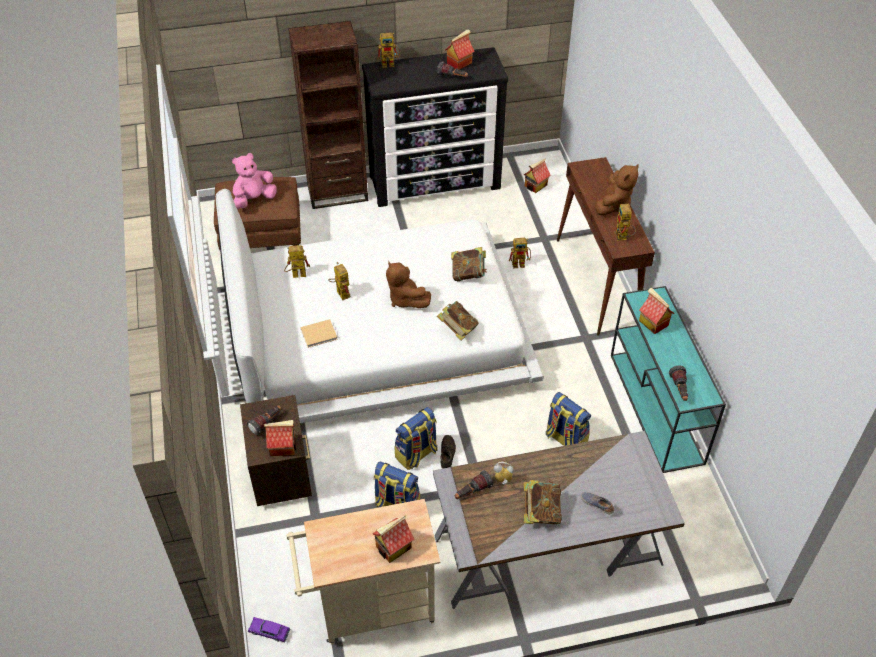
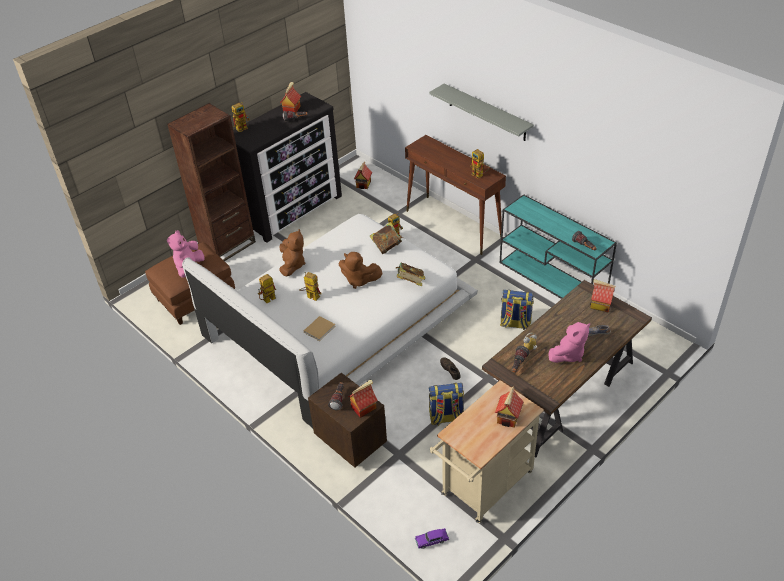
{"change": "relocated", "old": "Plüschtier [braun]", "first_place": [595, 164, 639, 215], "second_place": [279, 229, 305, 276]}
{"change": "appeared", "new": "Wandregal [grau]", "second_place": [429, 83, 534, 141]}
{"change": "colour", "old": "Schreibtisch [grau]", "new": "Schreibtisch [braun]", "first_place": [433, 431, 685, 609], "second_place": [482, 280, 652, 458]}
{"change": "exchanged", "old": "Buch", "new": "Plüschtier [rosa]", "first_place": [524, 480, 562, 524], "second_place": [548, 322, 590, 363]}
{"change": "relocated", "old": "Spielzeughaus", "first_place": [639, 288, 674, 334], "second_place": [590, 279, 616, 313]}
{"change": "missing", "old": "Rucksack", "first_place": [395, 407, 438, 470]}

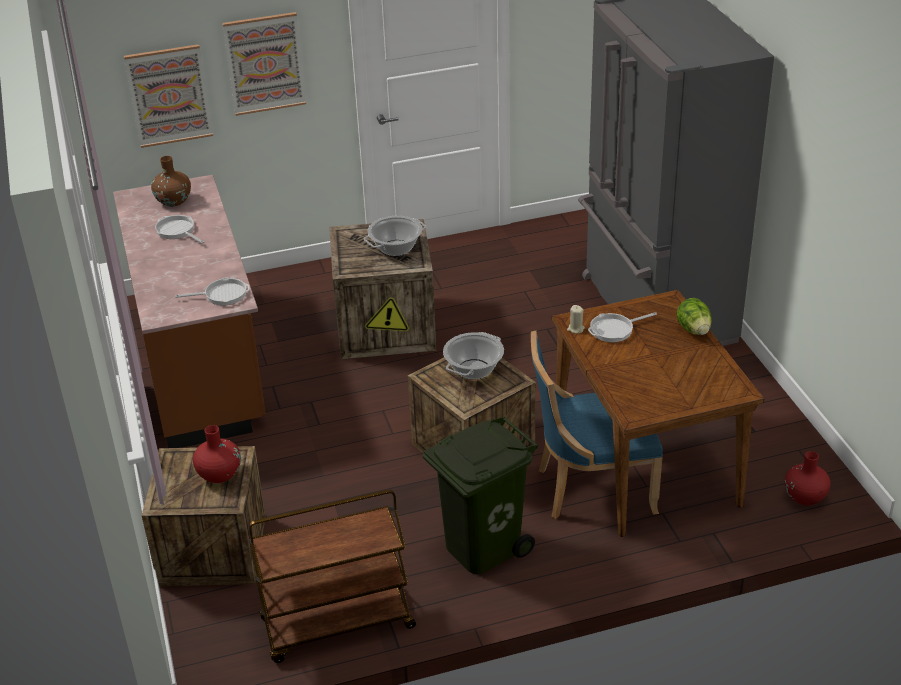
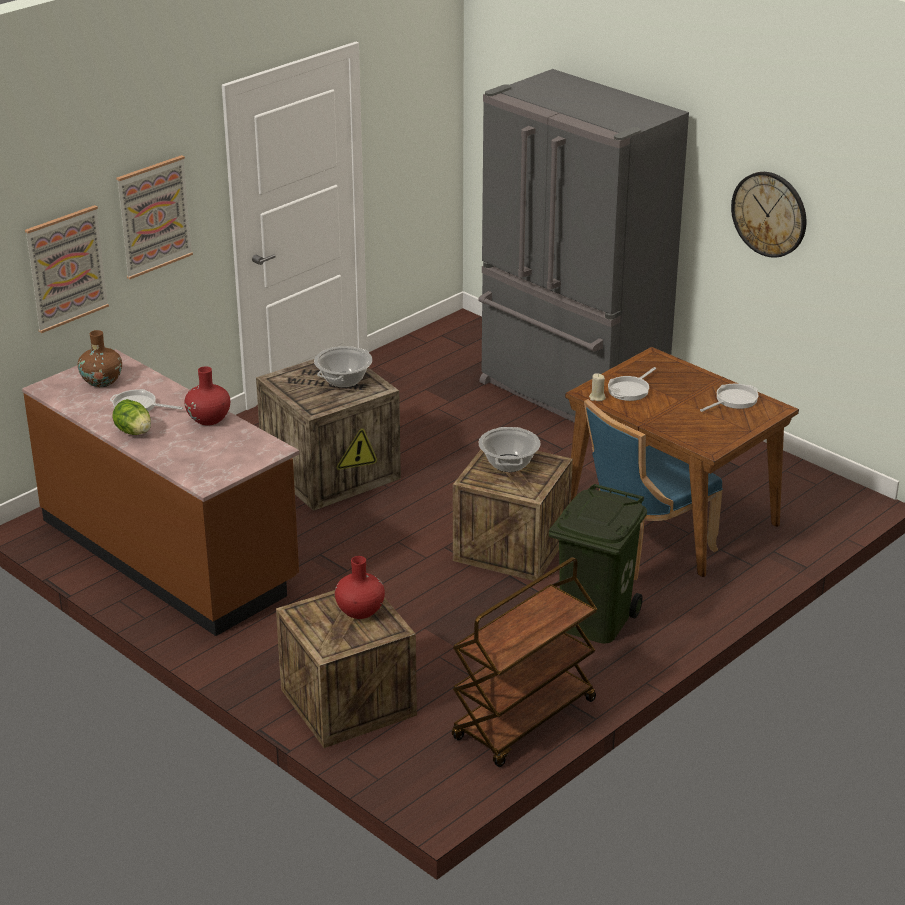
{"change": "relocated", "old": "Salatkopf", "first_place": [677, 298, 712, 335], "second_place": [112, 399, 151, 435]}
{"change": "relocated", "old": "Vase [rot]", "first_place": [784, 451, 830, 505], "second_place": [184, 366, 230, 425]}
{"change": "relocated", "old": "Pfanne", "first_place": [175, 277, 250, 306], "second_place": [700, 384, 759, 412]}
{"change": "appeared", "new": "Wanduhr", "second_place": [731, 172, 806, 258]}

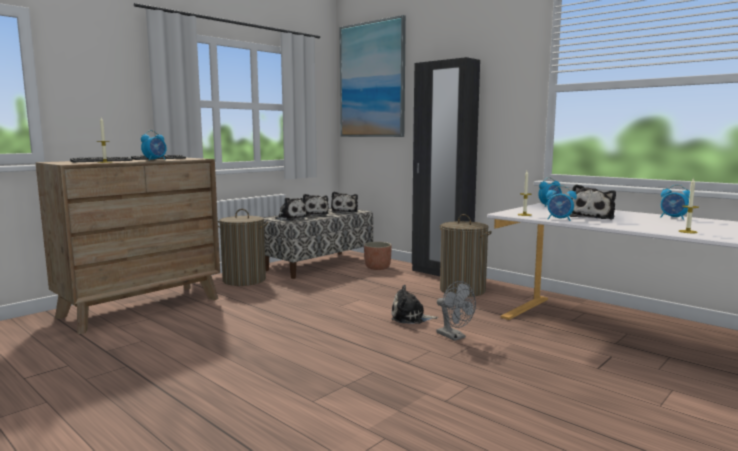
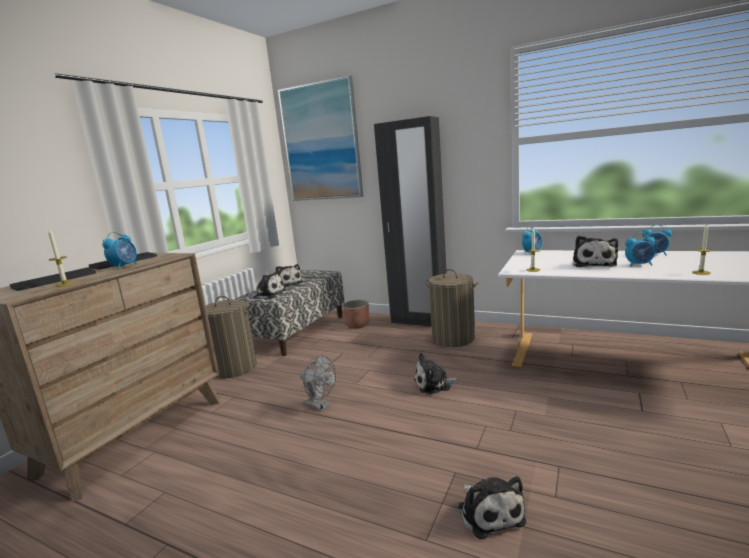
{"change": "relocated", "old": "Ventilator [grau]", "first_place": [436, 281, 476, 341], "second_place": [300, 355, 336, 412]}
{"change": "relocated", "old": "Plüschtier", "first_place": [331, 191, 358, 213], "second_place": [458, 476, 526, 539]}
{"change": "relocated", "old": "Wecker", "first_place": [547, 185, 577, 221], "second_place": [625, 233, 656, 267]}

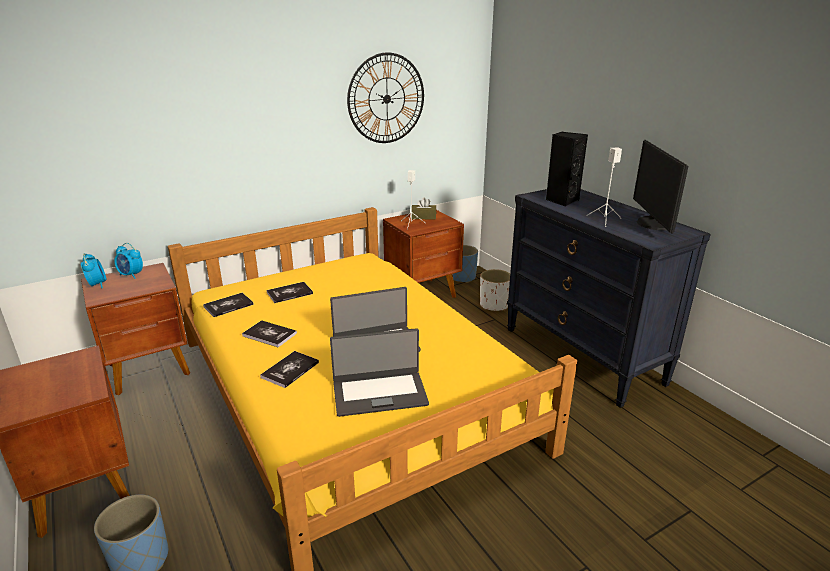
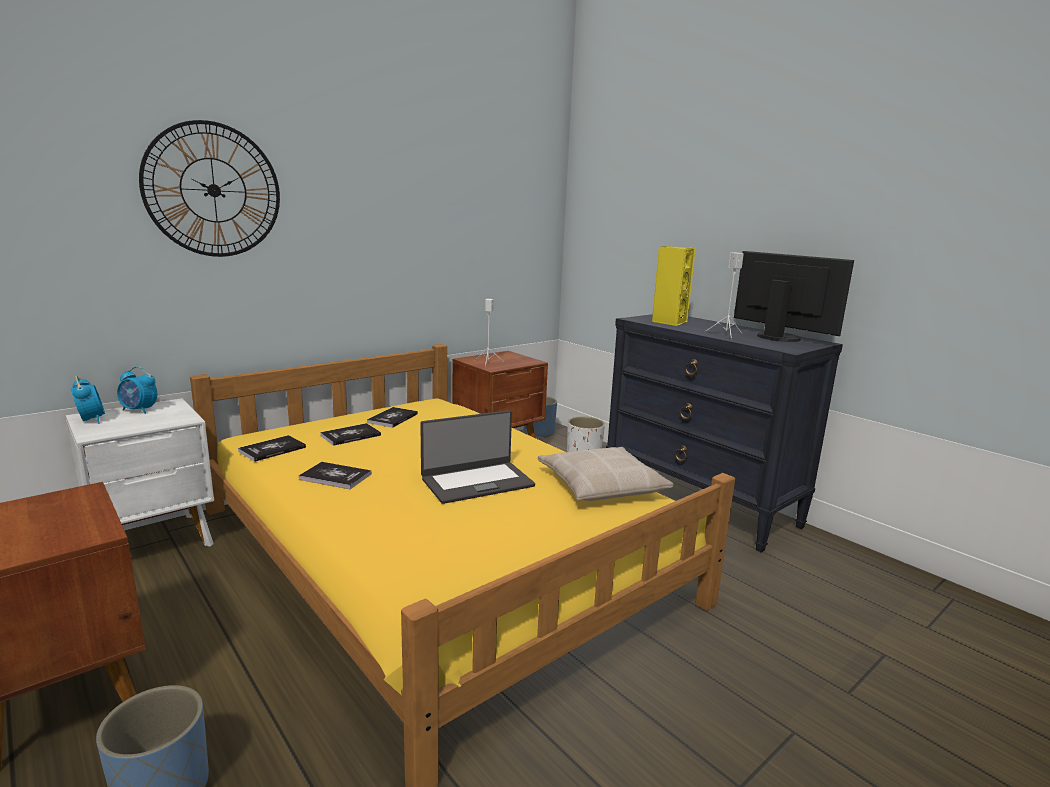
{"change": "colour", "old": "Nachttisch [braun]", "new": "Nachttisch [weiß]", "first_place": [81, 263, 190, 395], "second_place": [66, 398, 214, 547]}
{"change": "relocated", "old": "Wanduhr", "first_place": [347, 53, 424, 143], "second_place": [139, 120, 280, 257]}
{"change": "relocated", "old": "Buch", "first_place": [260, 351, 319, 388], "second_place": [367, 407, 418, 428]}
{"change": "appeared", "new": "Kissen [beige]", "second_place": [538, 447, 673, 501]}
{"change": "colour", "old": "Lautsprecher [schwarz]", "new": "Lautsprecher [gelb]", "first_place": [546, 132, 588, 207], "second_place": [652, 246, 696, 326]}
{"change": "spun", "old": "Monitor", "first_place": [633, 140, 688, 233], "second_place": [734, 251, 854, 342], "degrees": 150}
{"change": "missing", "old": "Laptop", "first_place": [330, 328, 429, 417]}
{"change": "missing", "old": "Taschentuchbox [braun]", "first_place": [412, 198, 436, 220]}

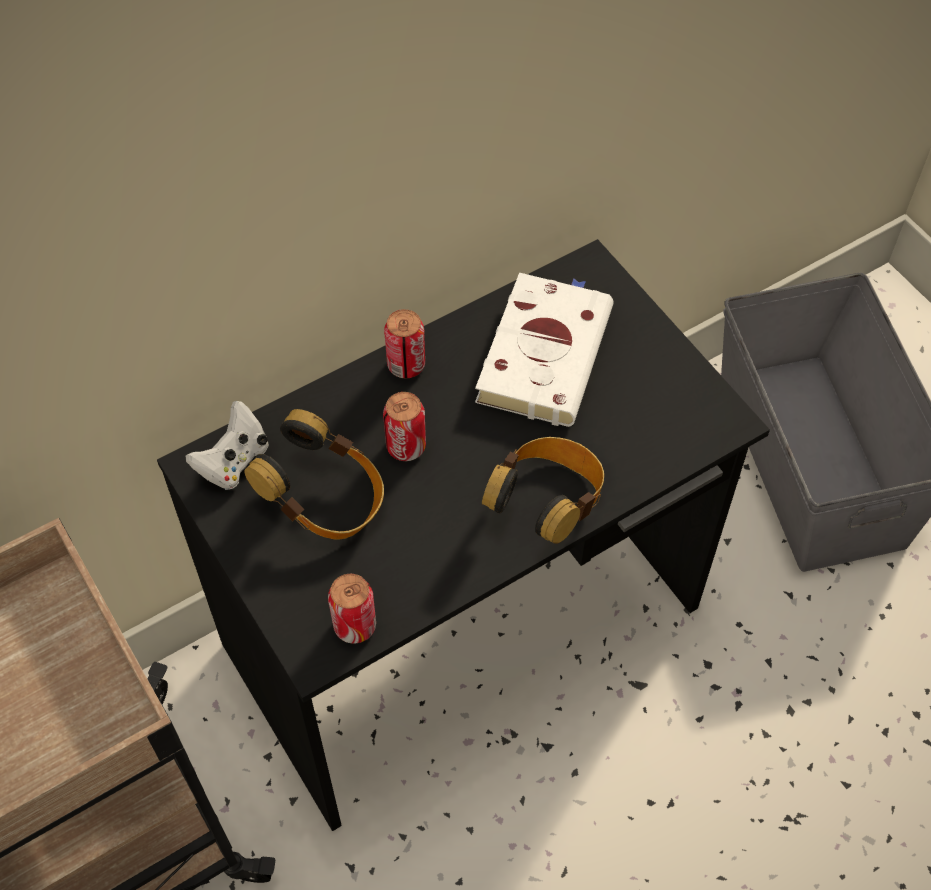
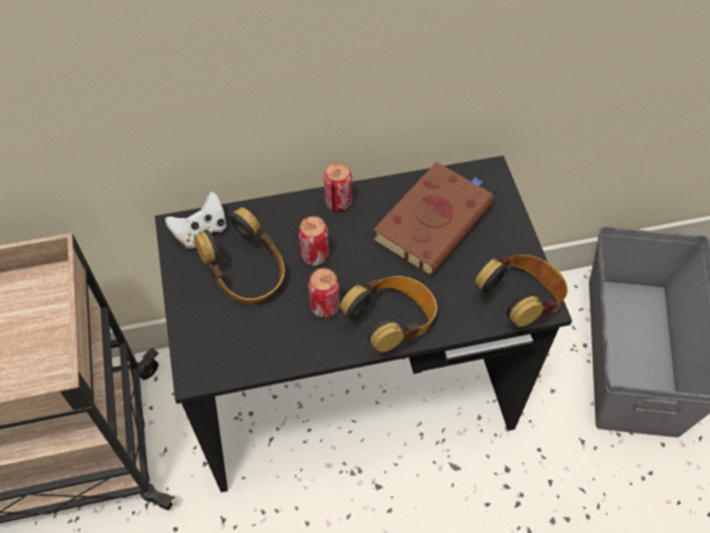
{"change": "relocated", "old": "Dose", "first_place": [328, 574, 376, 644], "second_place": [308, 268, 340, 318]}
{"change": "colour", "old": "Buch [weiß]", "new": "Buch [braun]", "first_place": [475, 272, 614, 427], "second_place": [373, 162, 494, 275]}
{"change": "appeared", "new": "Kopfhörer", "second_place": [474, 255, 568, 327]}

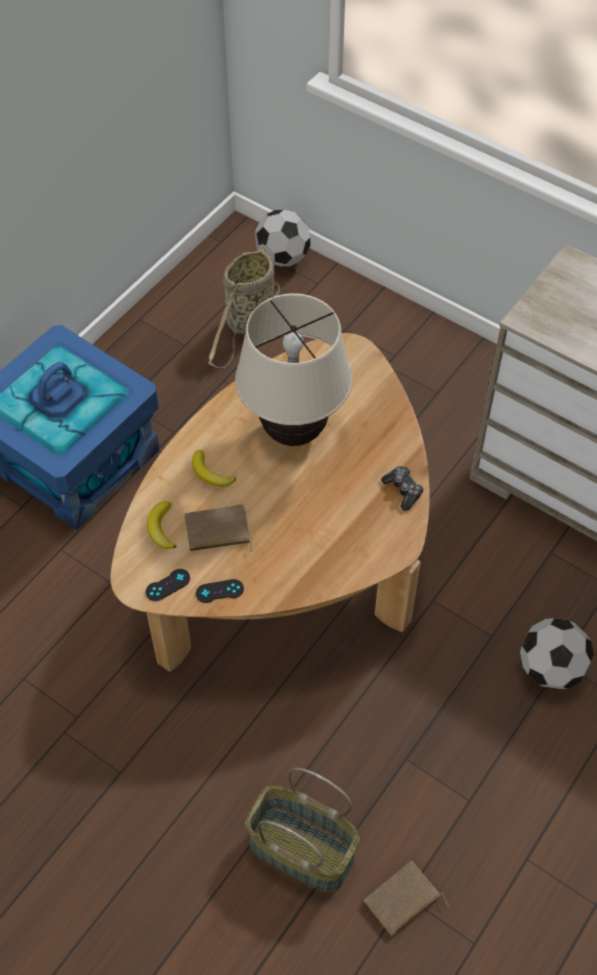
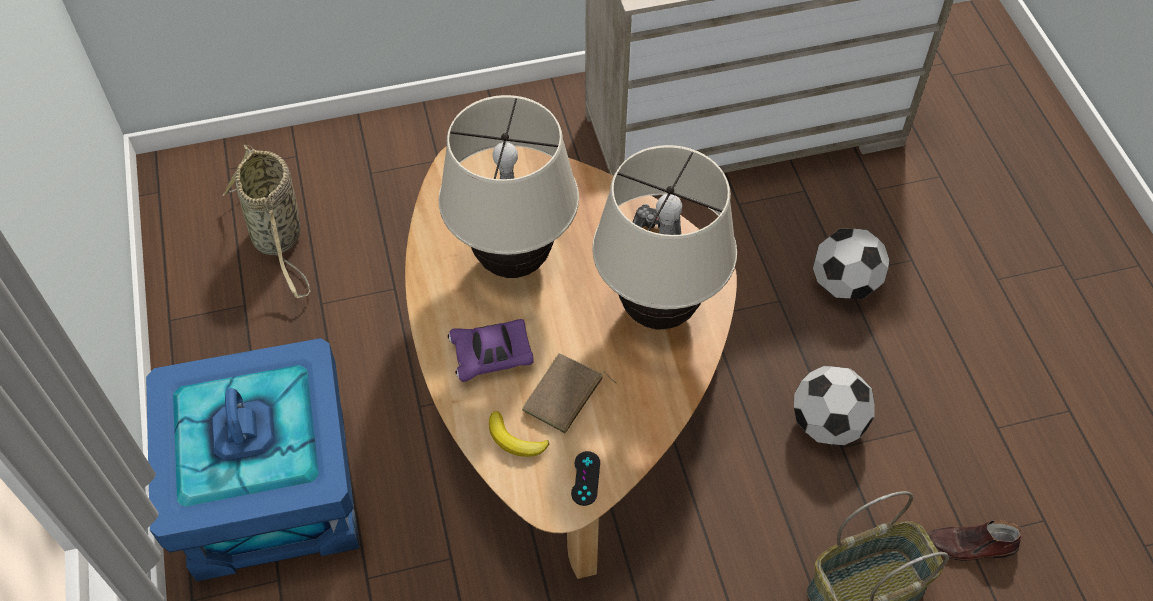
{"change": "exchanged", "old": "Banane", "new": "Spielzeugauto [lila]", "first_place": [192, 450, 236, 487], "second_place": [448, 319, 534, 382]}
{"change": "appeared", "new": "Tischlampe [beige]", "second_place": [592, 145, 737, 329]}
{"change": "relocated", "old": "Fußball", "first_place": [255, 210, 310, 267], "second_place": [794, 366, 874, 445]}
{"change": "exchanged", "old": "Buch [braun]", "new": "Schuh [braun]", "first_place": [364, 861, 450, 936], "second_place": [927, 520, 1022, 561]}
{"change": "missing", "old": "Gamepad [schwarz]", "first_place": [196, 579, 244, 603]}

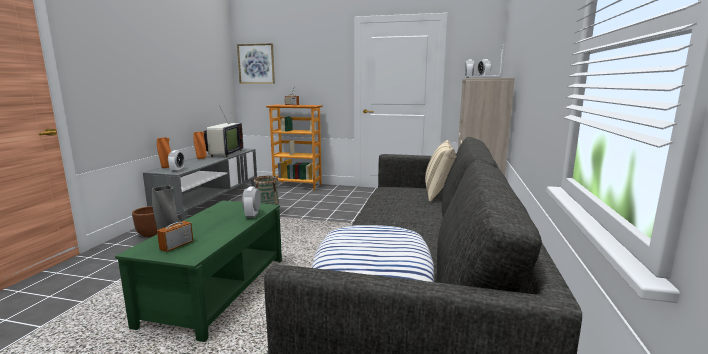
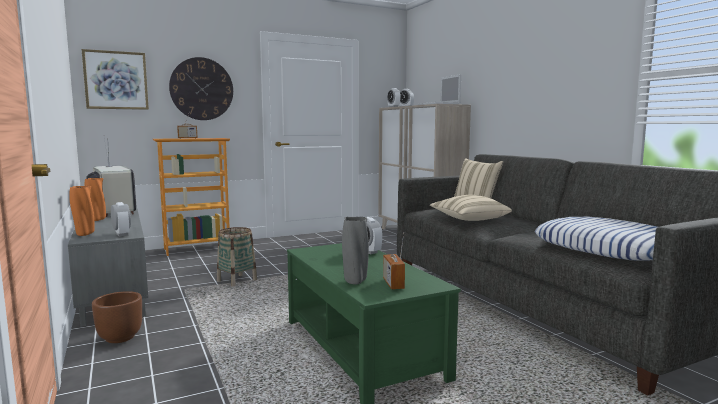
{"change": "appeared", "new": "Wanduhr", "second_place": [169, 57, 233, 120]}
{"change": "appeared", "new": "Kissen [beige]", "second_place": [430, 195, 512, 221]}

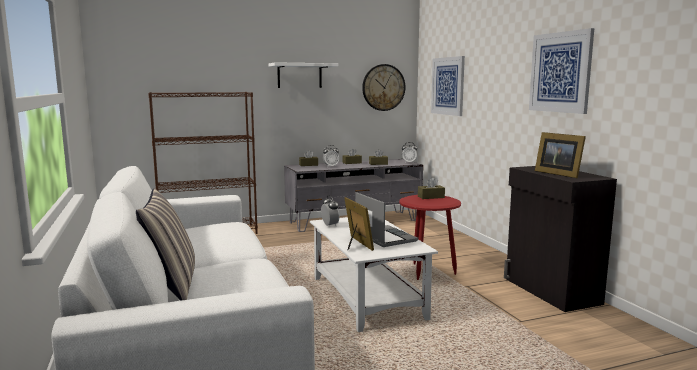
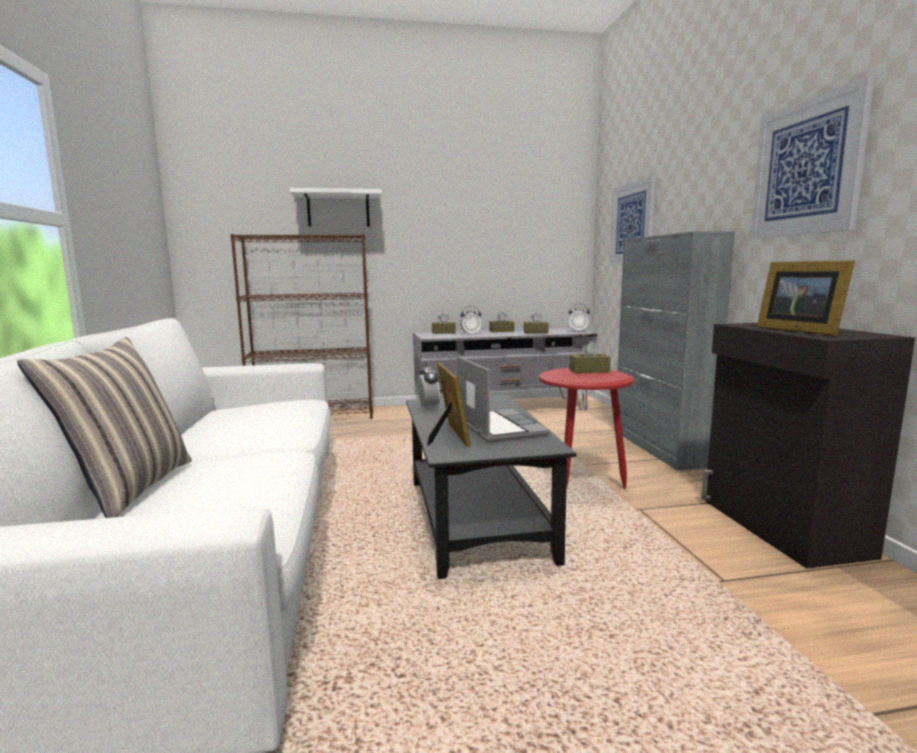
{"change": "relocated", "old": "Wandregal [weiß]", "first_place": [269, 62, 338, 88], "second_place": [289, 188, 382, 227]}
{"change": "colour", "old": "Couchtisch [weiß]", "new": "Couchtisch [schwarz]", "first_place": [310, 217, 438, 332], "second_place": [406, 395, 577, 579]}
{"change": "appeared", "new": "Schrank [grau]", "second_place": [617, 231, 735, 470]}
{"change": "missing", "old": "Wanduhr", "first_place": [362, 64, 406, 111]}

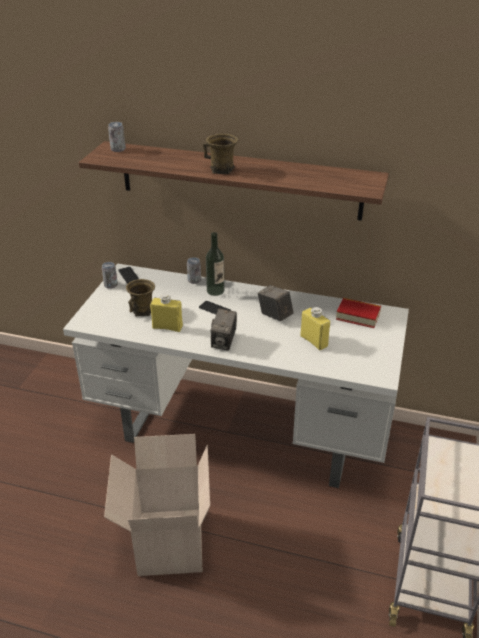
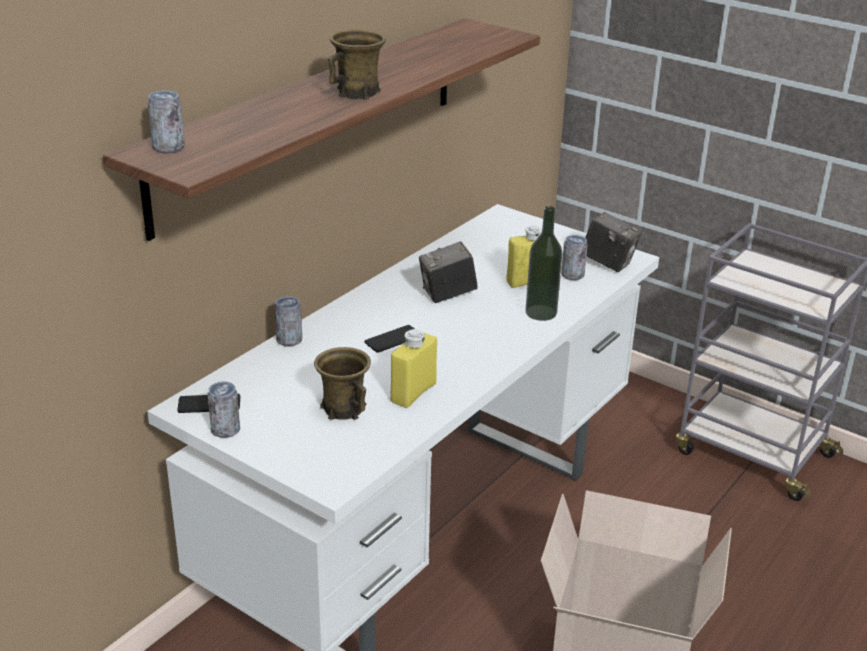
{"change": "relocated", "old": "Flasche", "first_place": [206, 232, 225, 296], "second_place": [526, 206, 563, 321]}
{"change": "appeared", "new": "Dose", "second_place": [561, 235, 588, 280]}
{"change": "relocated", "old": "Kamera", "first_place": [211, 309, 237, 351], "second_place": [585, 212, 642, 272]}
{"change": "missing", "old": "Buch", "first_place": [336, 298, 381, 328]}

